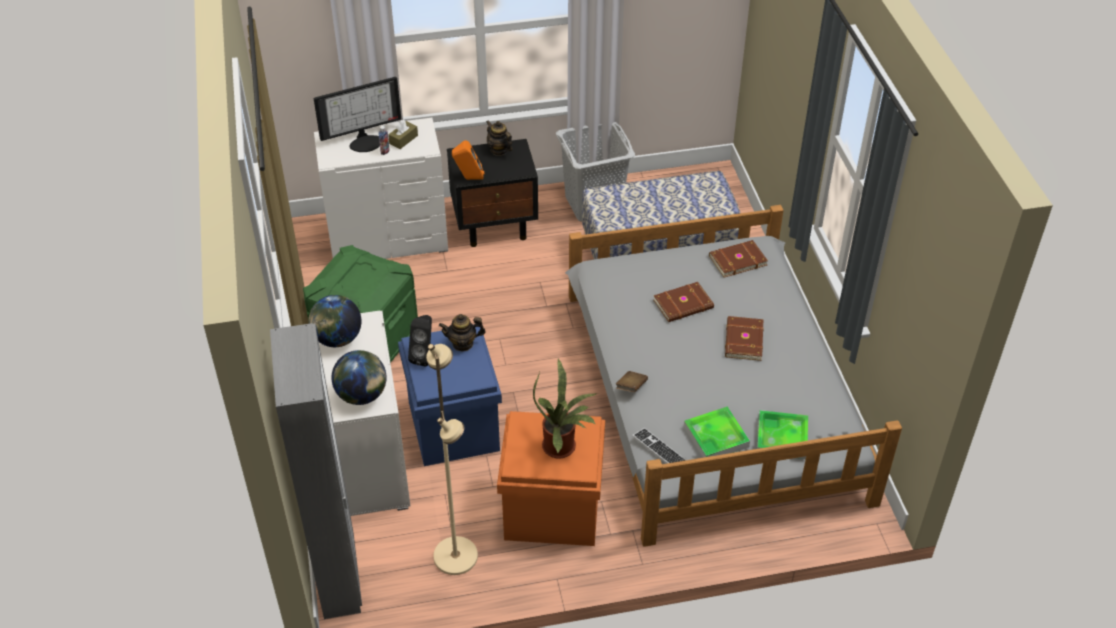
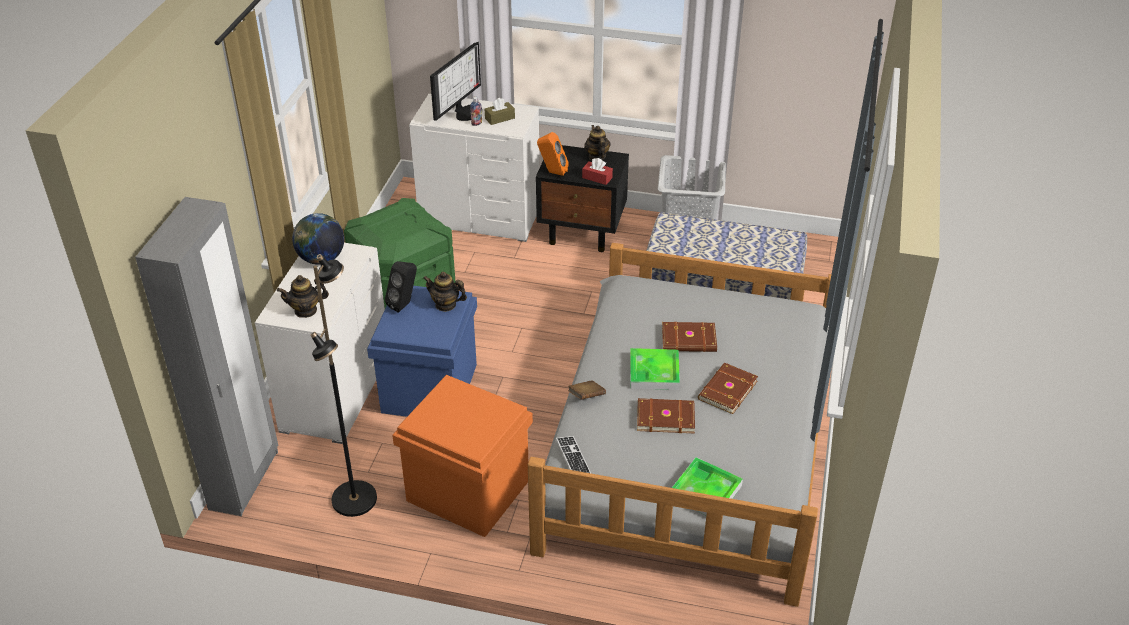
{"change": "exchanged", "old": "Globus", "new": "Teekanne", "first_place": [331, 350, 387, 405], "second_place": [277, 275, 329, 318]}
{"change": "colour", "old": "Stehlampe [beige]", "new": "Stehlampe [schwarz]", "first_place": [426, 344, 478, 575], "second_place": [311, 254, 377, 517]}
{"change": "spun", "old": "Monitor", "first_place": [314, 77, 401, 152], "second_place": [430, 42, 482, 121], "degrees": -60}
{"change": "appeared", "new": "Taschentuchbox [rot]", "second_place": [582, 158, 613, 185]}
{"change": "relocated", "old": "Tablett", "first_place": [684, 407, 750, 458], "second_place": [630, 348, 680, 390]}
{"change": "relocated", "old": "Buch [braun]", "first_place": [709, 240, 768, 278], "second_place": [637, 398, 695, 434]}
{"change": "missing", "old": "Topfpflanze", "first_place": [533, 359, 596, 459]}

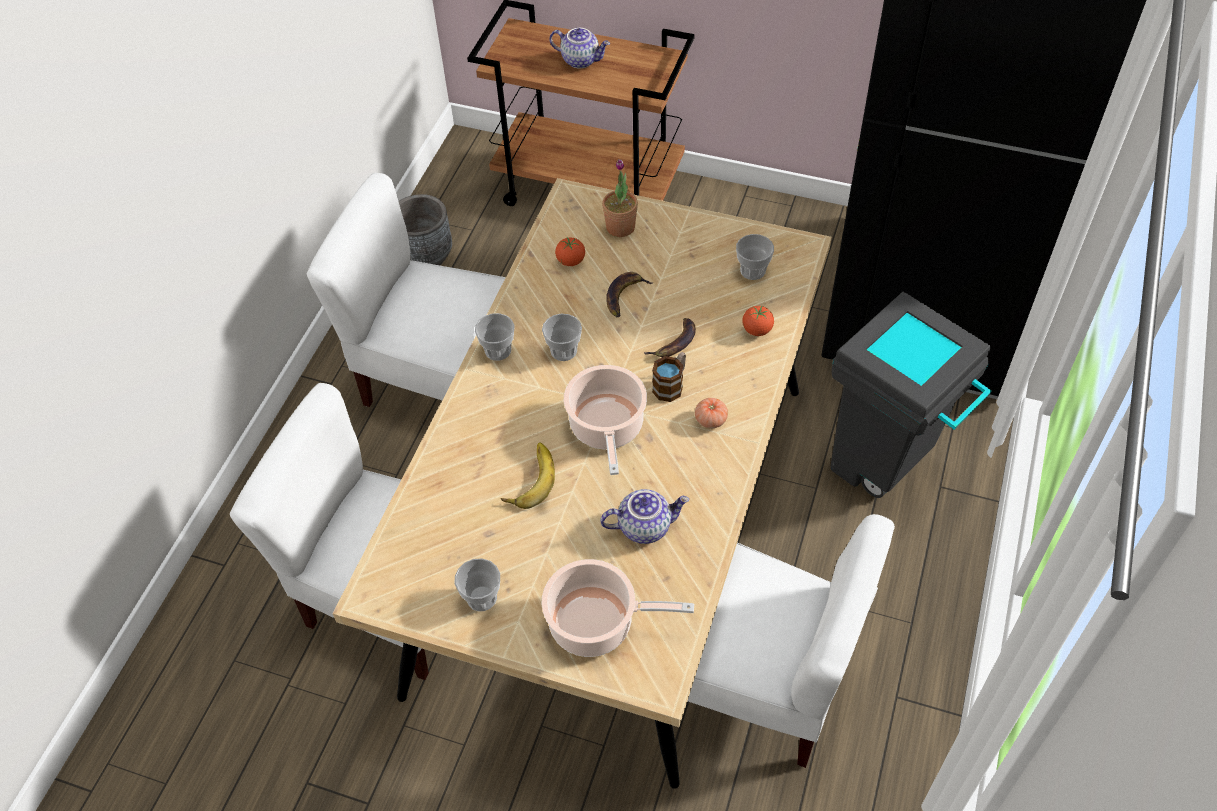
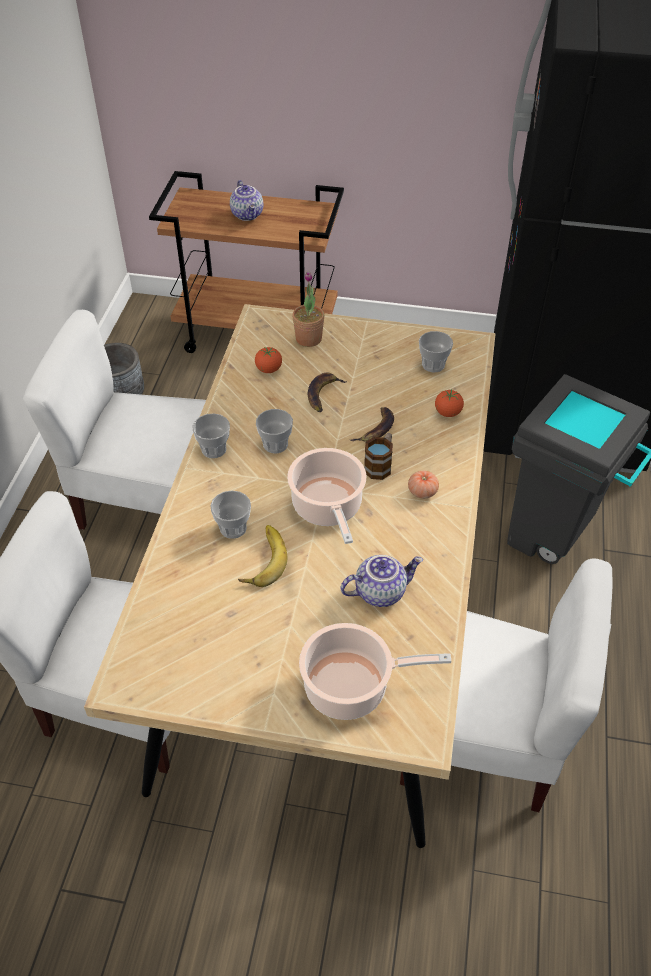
{"change": "relocated", "old": "Tasse", "first_place": [455, 558, 500, 611], "second_place": [210, 491, 251, 539]}
{"change": "spun", "old": "Teekanne", "first_place": [549, 28, 610, 69], "second_place": [230, 180, 263, 221], "degrees": 60}

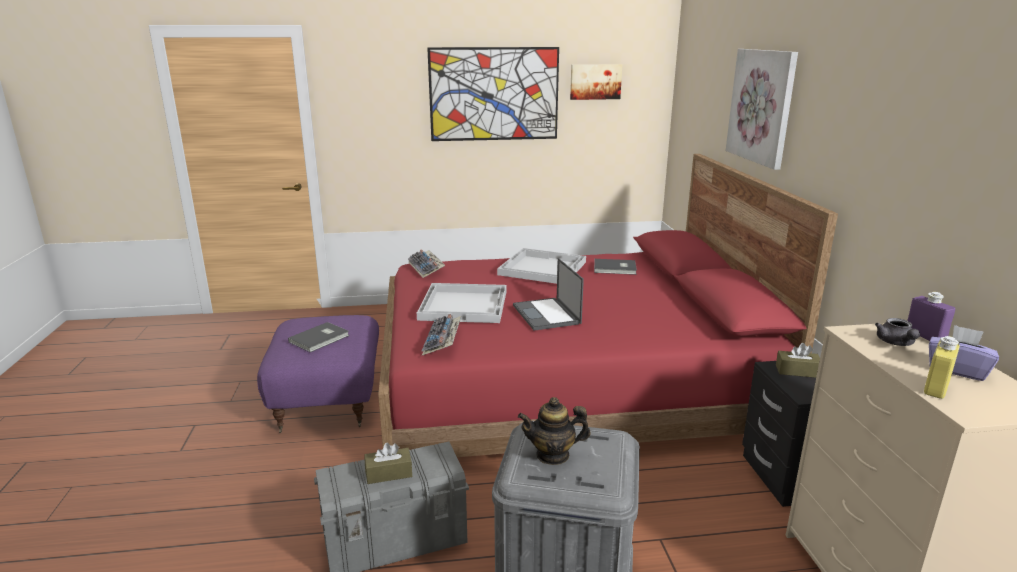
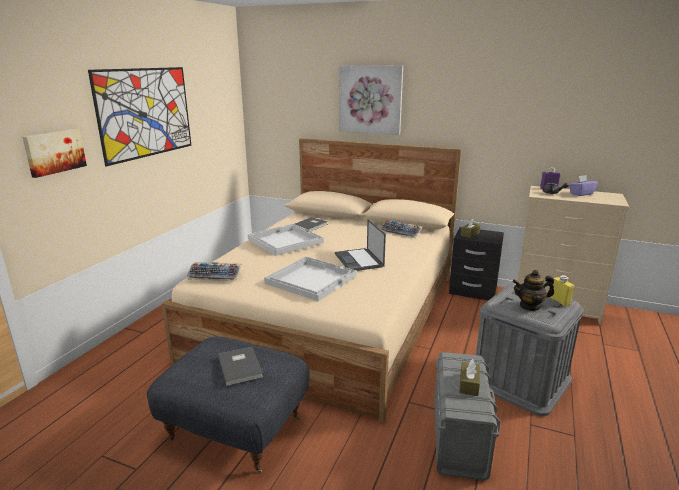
{"change": "relocated", "old": "Bild", "first_place": [570, 64, 622, 100], "second_place": [22, 129, 87, 178]}
{"change": "colour", "old": "Polsterhocker [lila]", "new": "Polsterhocker [grau]", "first_place": [257, 315, 379, 433], "second_place": [147, 336, 309, 473]}
{"change": "colour", "old": "Bett [rot]", "new": "Bett [beige]", "first_place": [378, 154, 838, 457], "second_place": [161, 138, 462, 424]}
{"change": "spun", "old": "Laptop", "first_place": [513, 258, 584, 331], "second_place": [335, 219, 386, 271], "degrees": 60}
{"change": "relocated", "old": "Tastatur", "first_place": [421, 314, 461, 355], "second_place": [380, 220, 423, 238]}
{"change": "spun", "old": "Teekanne", "first_place": [518, 397, 591, 465], "second_place": [513, 270, 554, 311], "degrees": 60}
{"change": "relocated", "old": "Flasche [gelb]", "first_place": [924, 336, 960, 399], "second_place": [549, 275, 574, 307]}

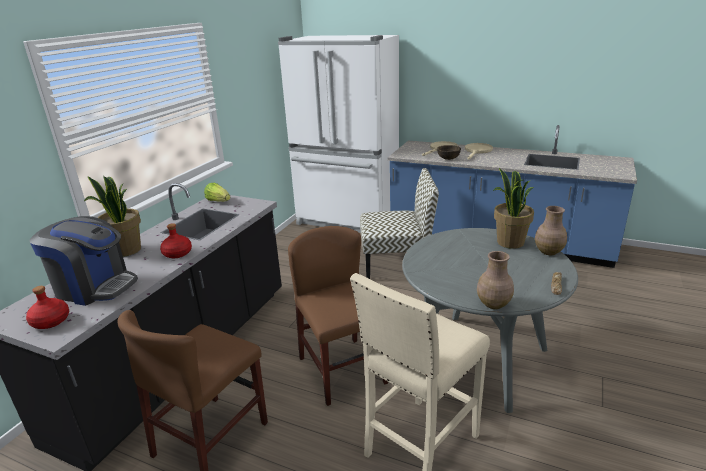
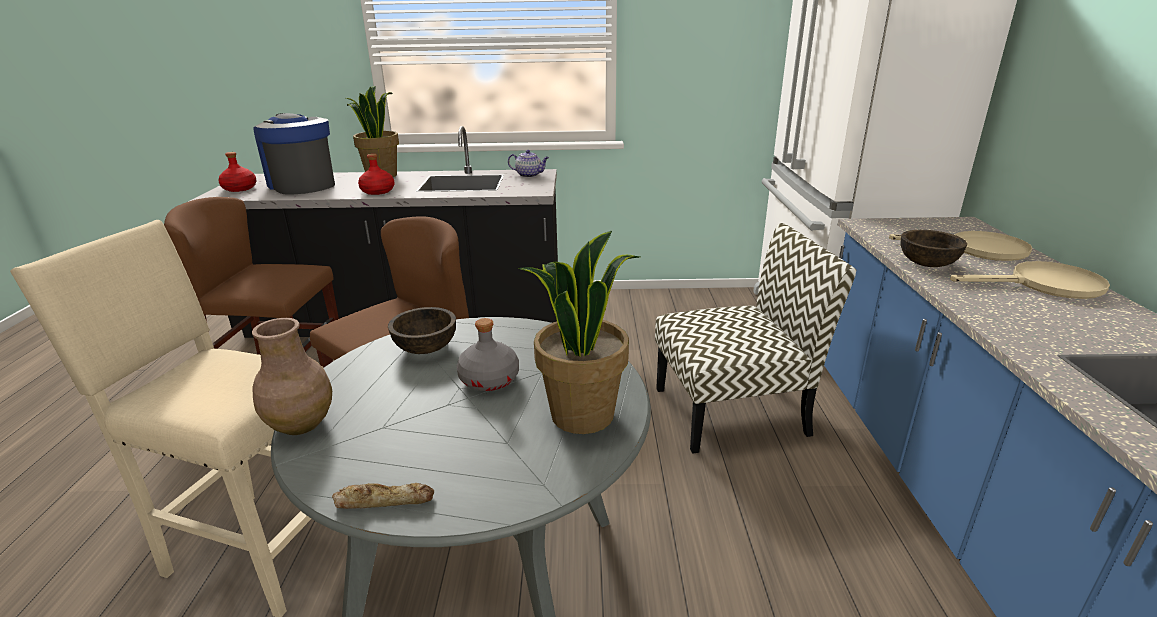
{"change": "spun", "old": "Kaffeemaschine", "first_place": [29, 216, 138, 306], "second_place": [254, 113, 335, 195], "degrees": 150}
{"change": "appeared", "new": "Schüssel [braun]", "second_place": [388, 307, 456, 354]}
{"change": "appeared", "new": "Flasche [grau]", "second_place": [457, 318, 519, 391]}
{"change": "exchanged", "old": "Salatkopf", "new": "Teekanne", "first_place": [204, 182, 230, 202], "second_place": [508, 150, 549, 178]}
{"change": "spun", "old": "Stuhl", "first_place": [360, 168, 439, 279], "second_place": [655, 223, 856, 454], "degrees": -75}
{"change": "missing", "old": "Vase [braun]", "first_place": [535, 206, 567, 255]}

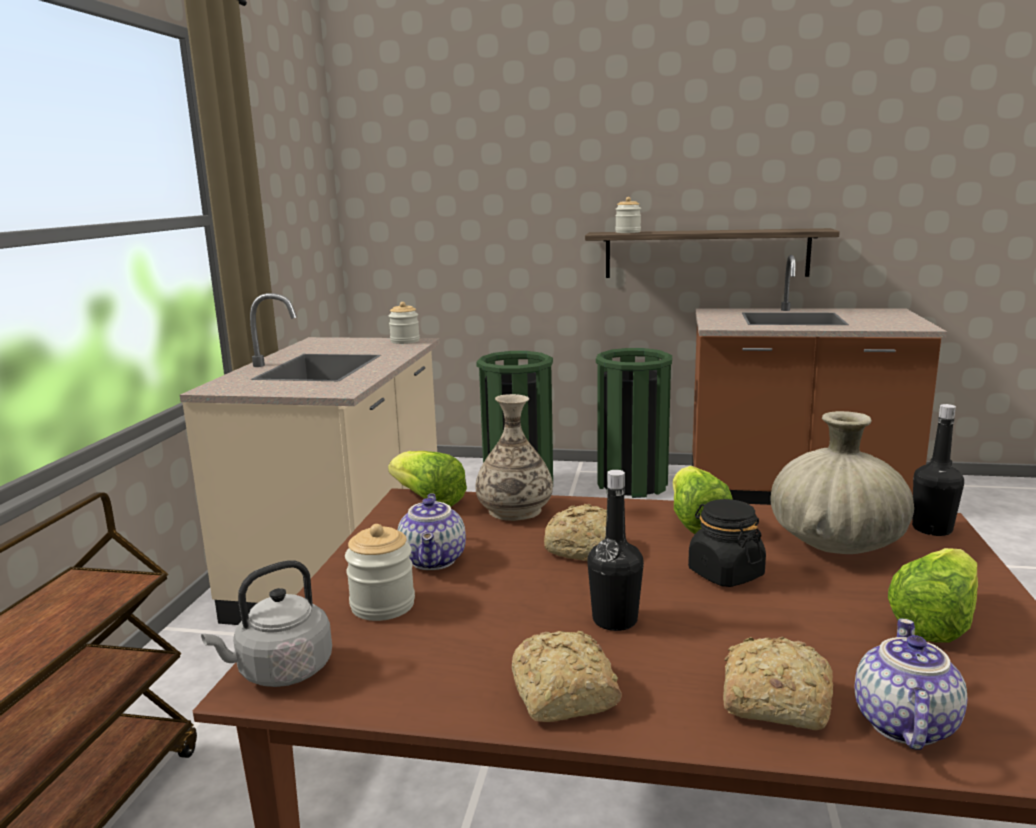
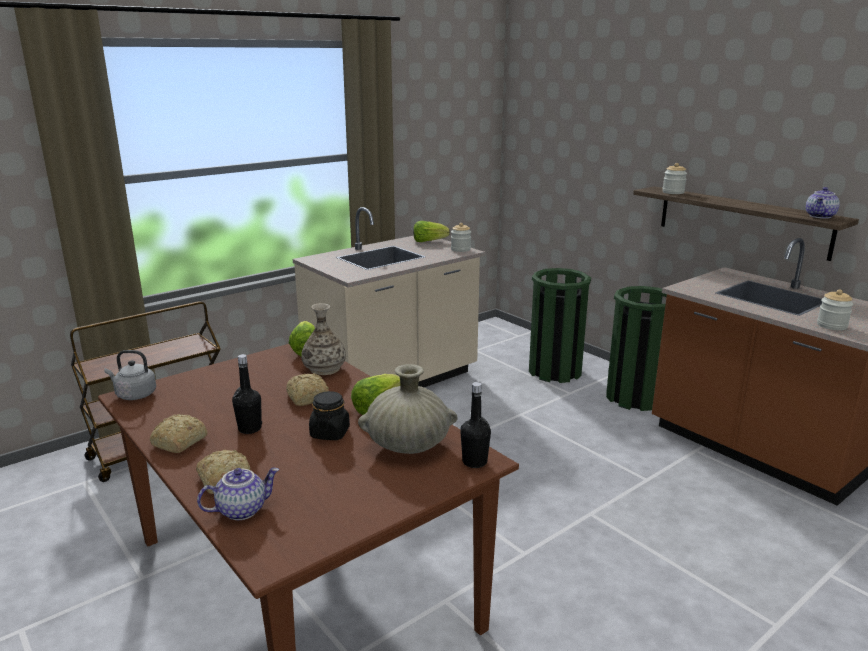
{"change": "relocated", "old": "Salatkopf", "first_place": [888, 548, 978, 642], "second_place": [413, 221, 450, 242]}
{"change": "relocated", "old": "Teekanne", "first_place": [398, 493, 466, 570], "second_place": [806, 187, 840, 219]}
{"change": "relocated", "old": "Vorratsglas", "first_place": [345, 524, 415, 621], "second_place": [817, 289, 853, 330]}

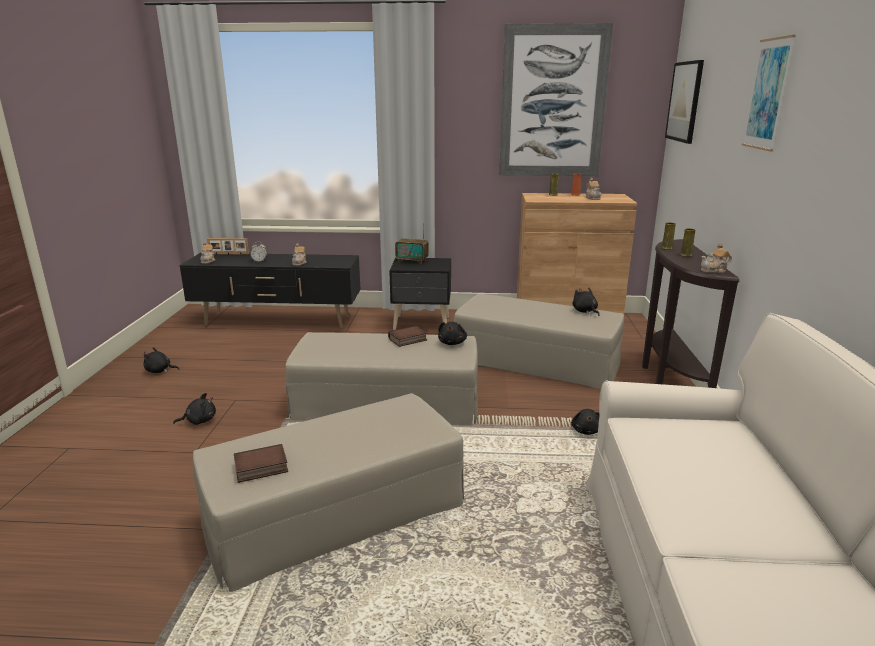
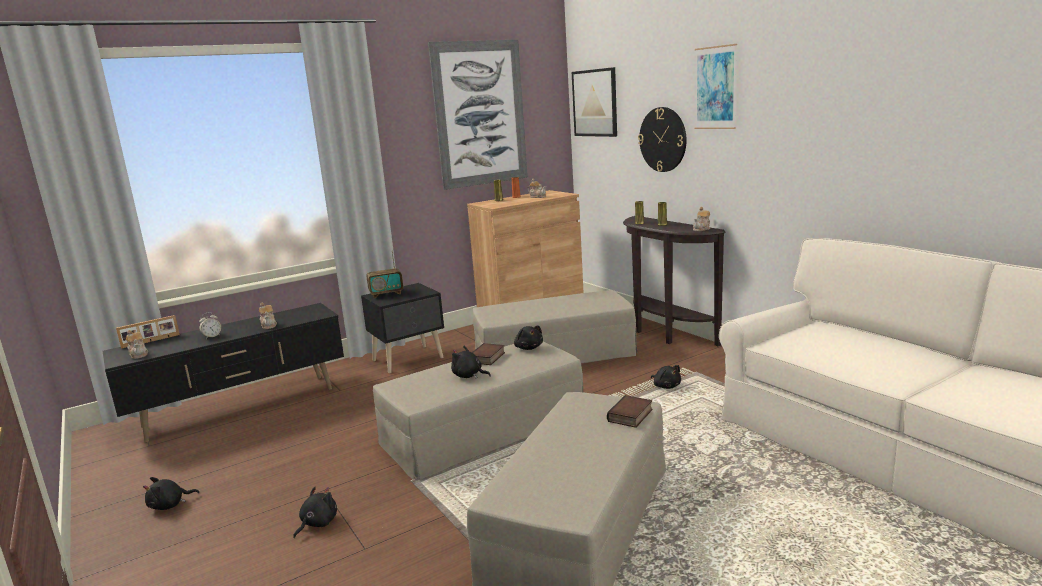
{"change": "relocated", "old": "Plüschtier [schwarz]", "first_place": [573, 288, 599, 316], "second_place": [451, 346, 491, 378]}
{"change": "relocated", "old": "Buch", "first_place": [234, 444, 288, 483], "second_place": [607, 395, 652, 428]}
{"change": "appeared", "new": "Wanduhr", "second_place": [638, 107, 687, 172]}

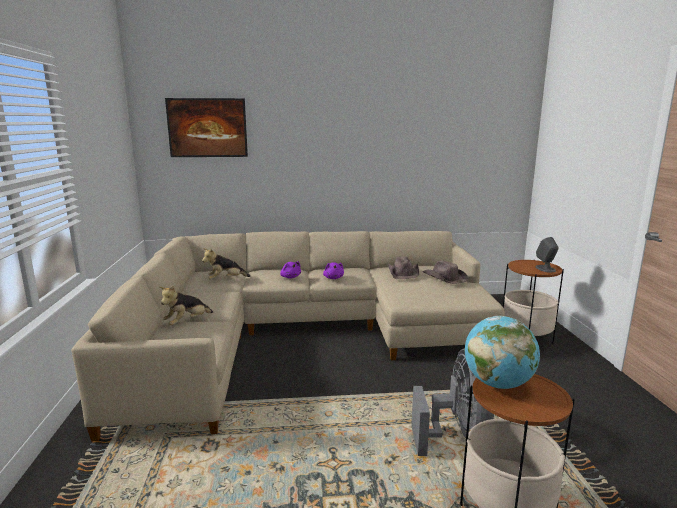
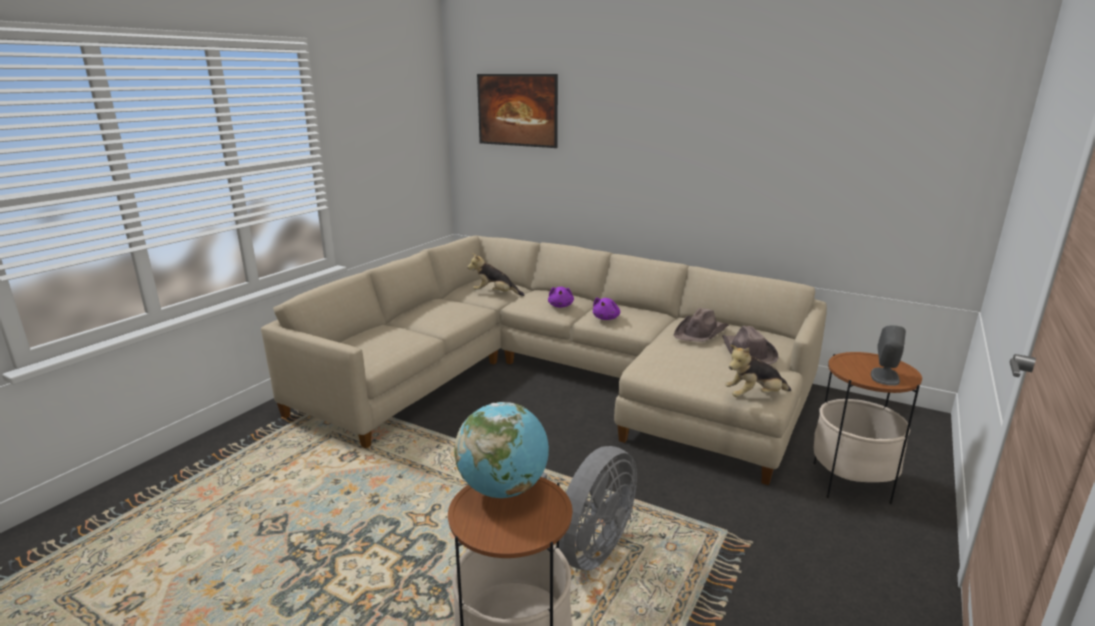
{"change": "relocated", "old": "Plüschtier", "first_place": [159, 286, 213, 325], "second_place": [725, 345, 791, 397]}

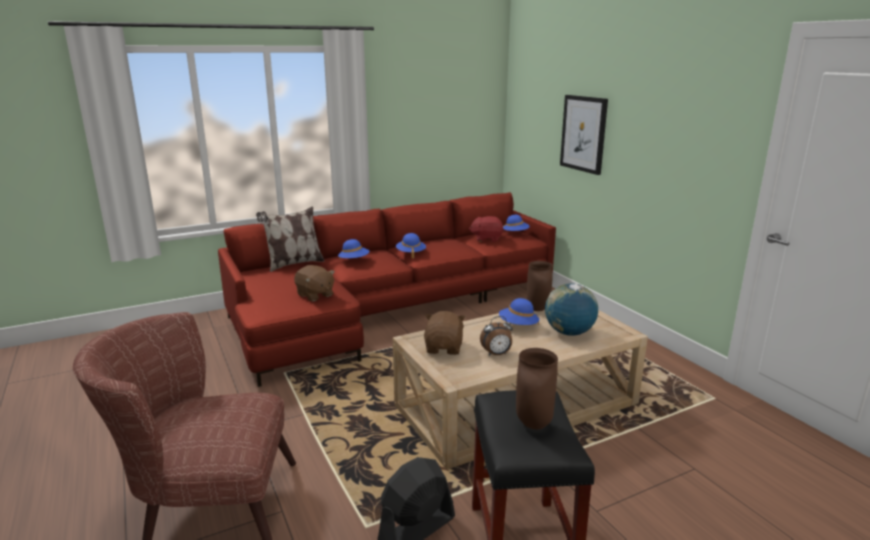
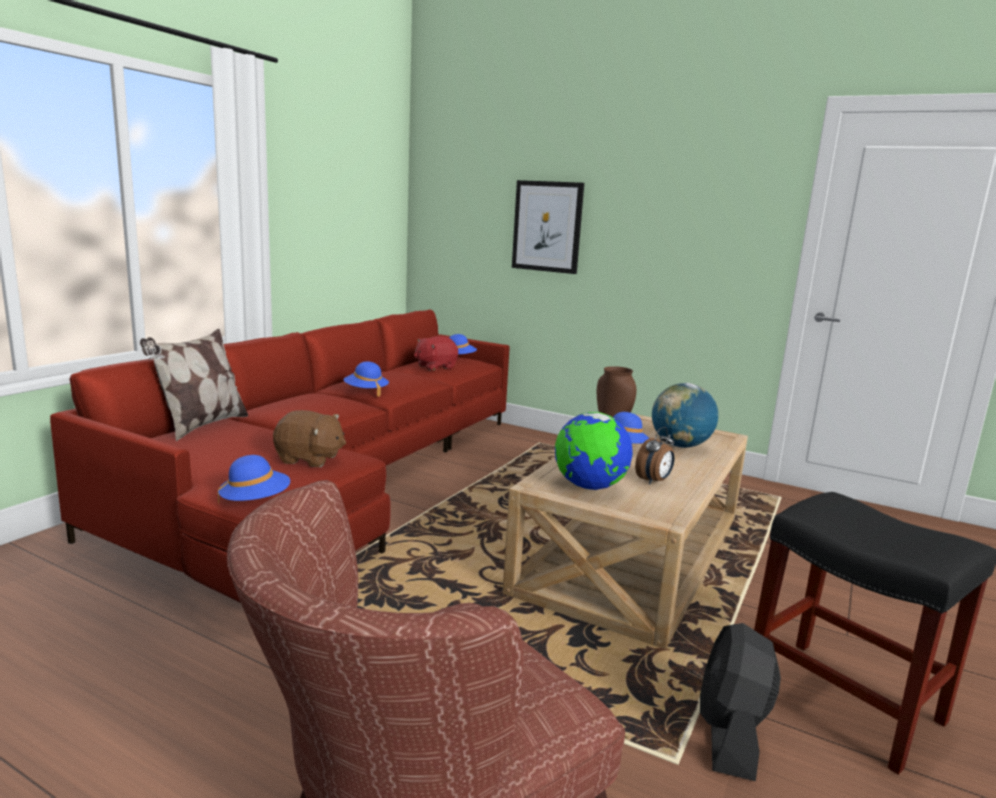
{"change": "relocated", "old": "Hut [blau]", "first_place": [338, 239, 370, 259], "second_place": [218, 455, 290, 504]}
{"change": "exchanged", "old": "Plüschtier [braun]", "new": "Globus", "first_place": [424, 311, 466, 355], "second_place": [555, 412, 633, 490]}
{"change": "missing", "old": "Vase [braun]", "first_place": [516, 348, 558, 430]}

